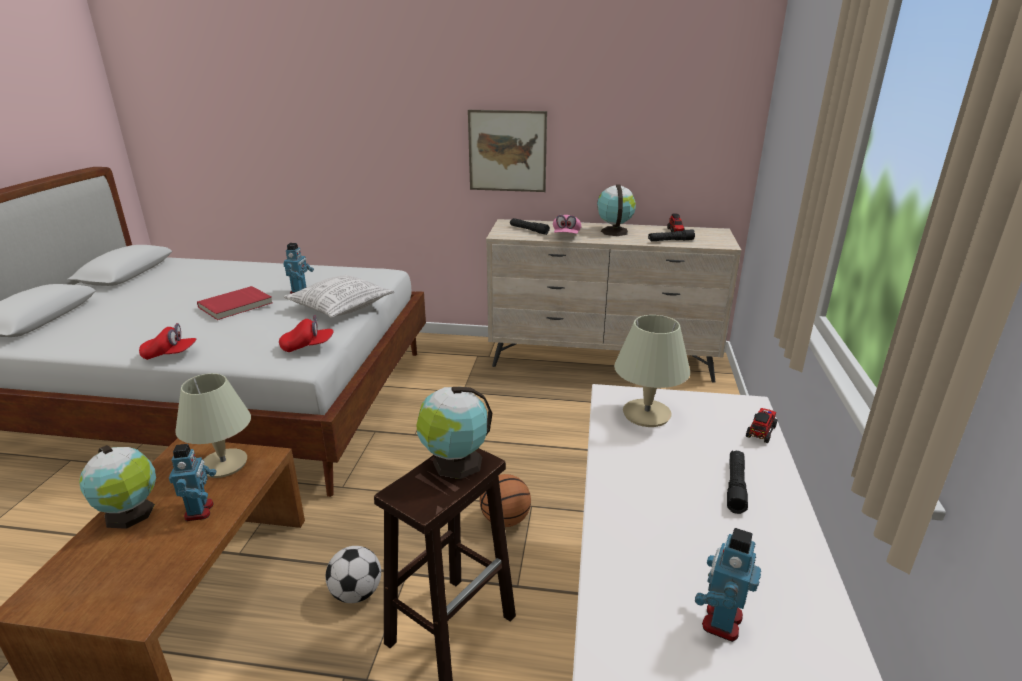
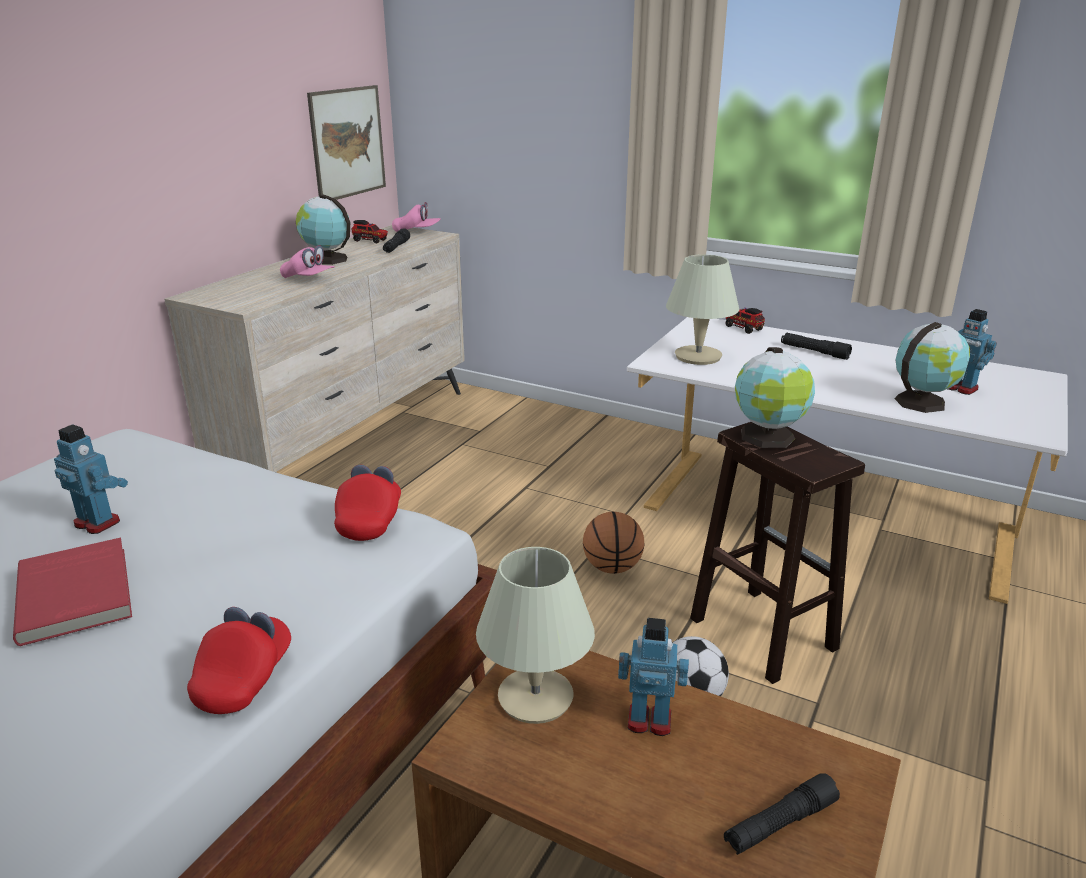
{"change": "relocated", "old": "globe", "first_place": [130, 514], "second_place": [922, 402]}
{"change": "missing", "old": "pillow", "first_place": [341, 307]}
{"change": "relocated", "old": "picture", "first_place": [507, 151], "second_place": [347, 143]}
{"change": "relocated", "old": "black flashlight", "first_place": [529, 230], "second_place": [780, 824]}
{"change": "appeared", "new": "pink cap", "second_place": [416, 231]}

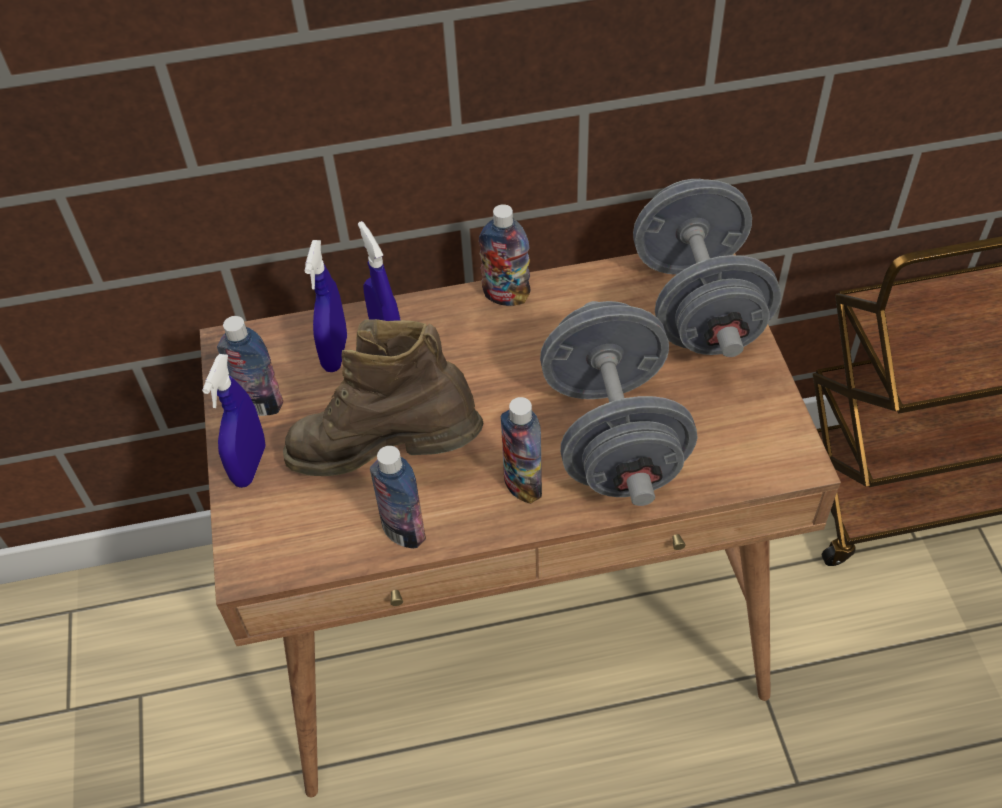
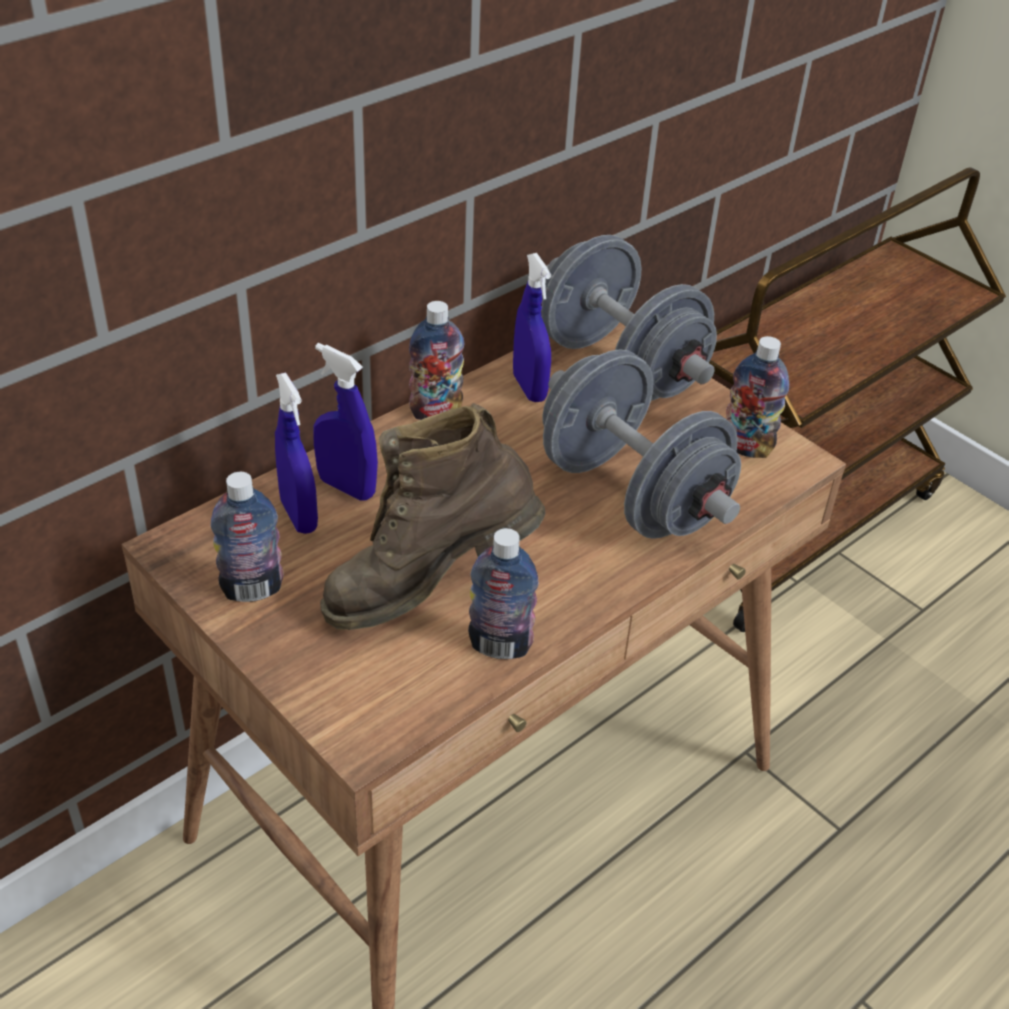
{"change": "relocated", "old": "blue spray bottle", "first_place": [250, 465], "second_place": [529, 388]}
{"change": "relocated", "old": "bottle", "first_place": [522, 484], "second_place": [746, 447]}

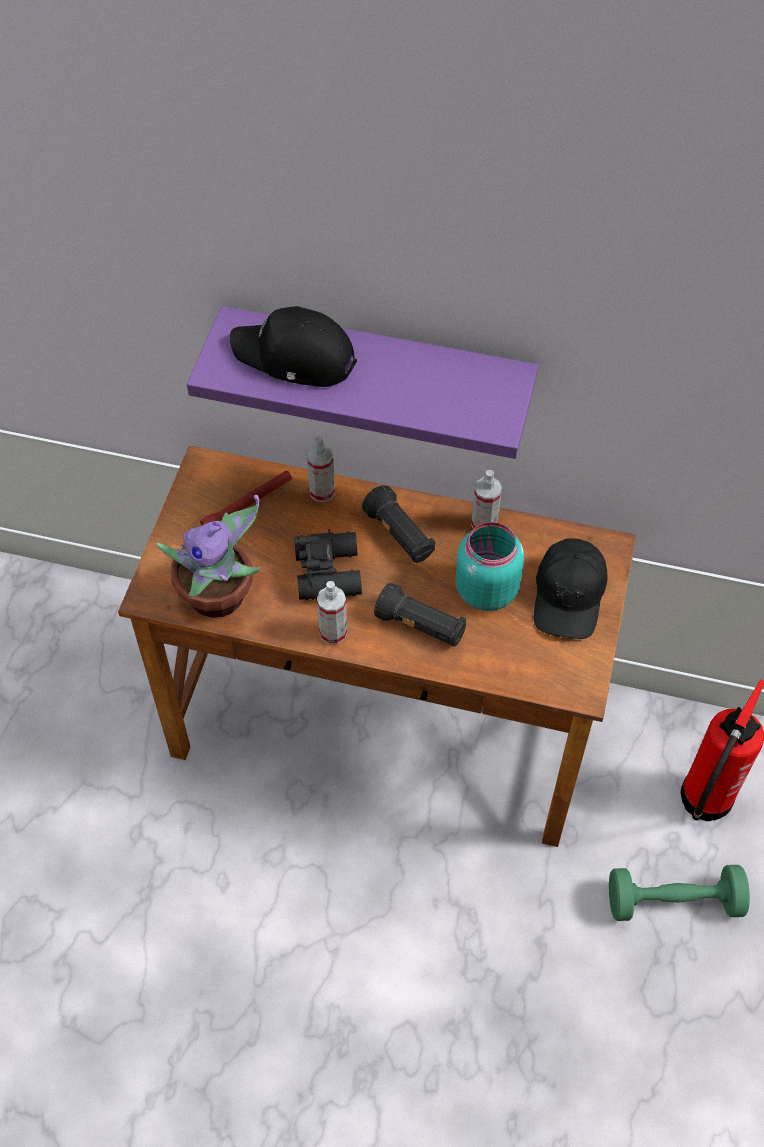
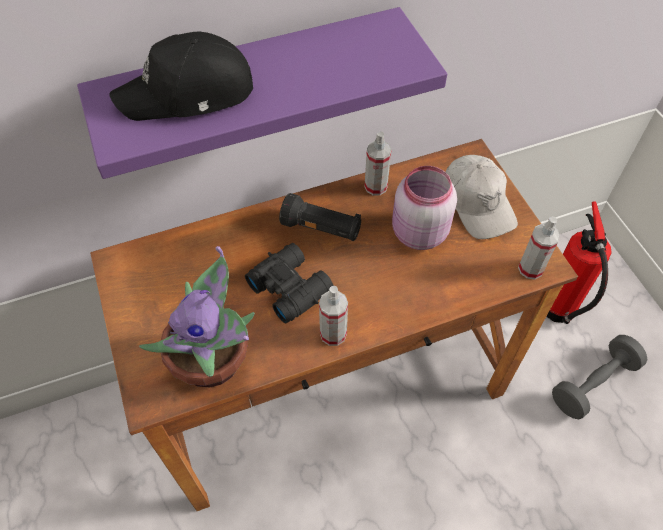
{"change": "missing", "old": "red flashlight", "first_place": [248, 505]}
{"change": "relocated", "old": "spray bottle", "first_place": [322, 491], "second_place": [530, 269]}
{"change": "missing", "old": "black flashlight", "first_place": [421, 626]}
{"change": "colour", "old": "turquoise jar", "new": "pink jar", "first_place": [484, 590], "second_place": [417, 233]}
{"change": "colour", "old": "black cap", "new": "white cap", "first_place": [569, 596], "second_place": [477, 203]}
{"change": "colour", "old": "green dumbbell", "new": "grey dumbbell", "first_place": [673, 901], "second_place": [593, 383]}

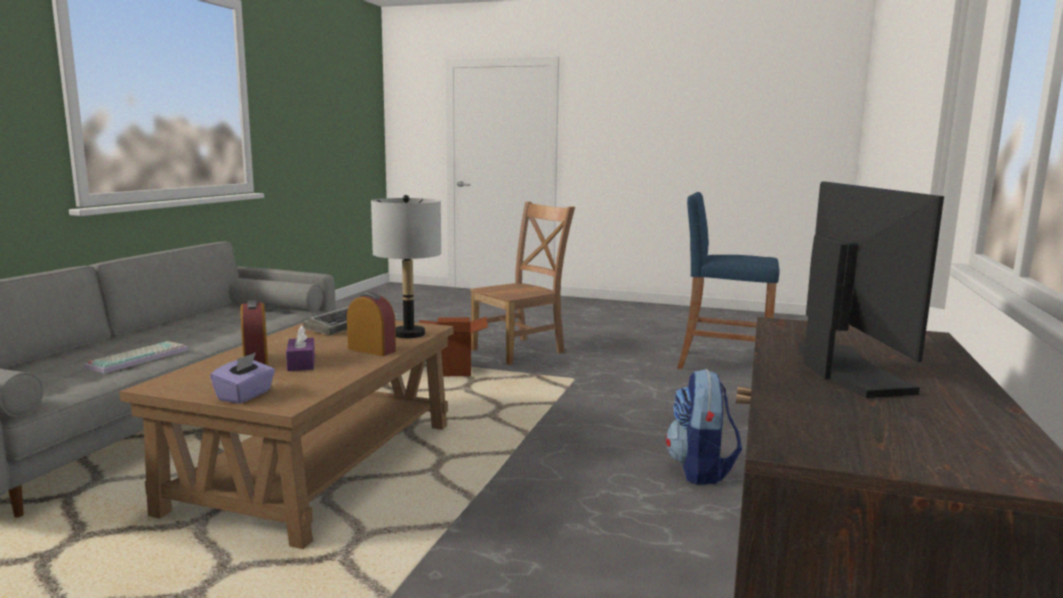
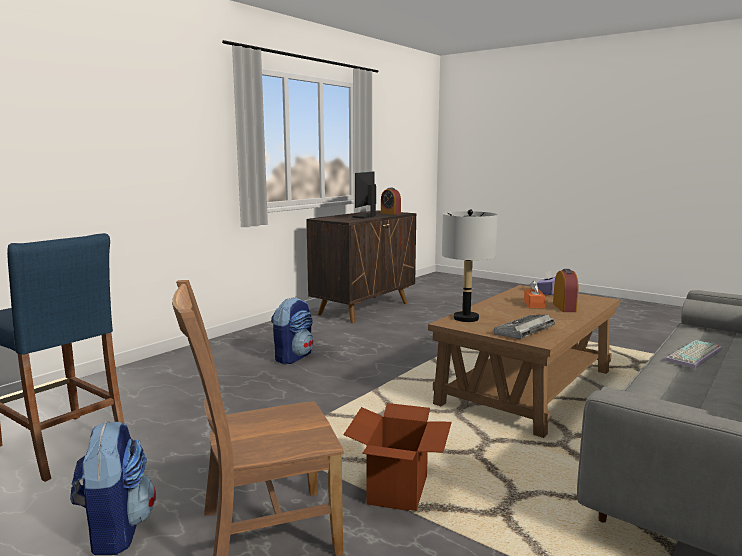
{"change": "colour", "old": "purple tissue box", "new": "orange tissue box", "first_place": [301, 363], "second_place": [534, 304]}
{"change": "relocated", "old": "alarm clock", "first_place": [371, 350], "second_place": [390, 213]}
{"change": "appeared", "new": "backpack", "second_place": [115, 530]}

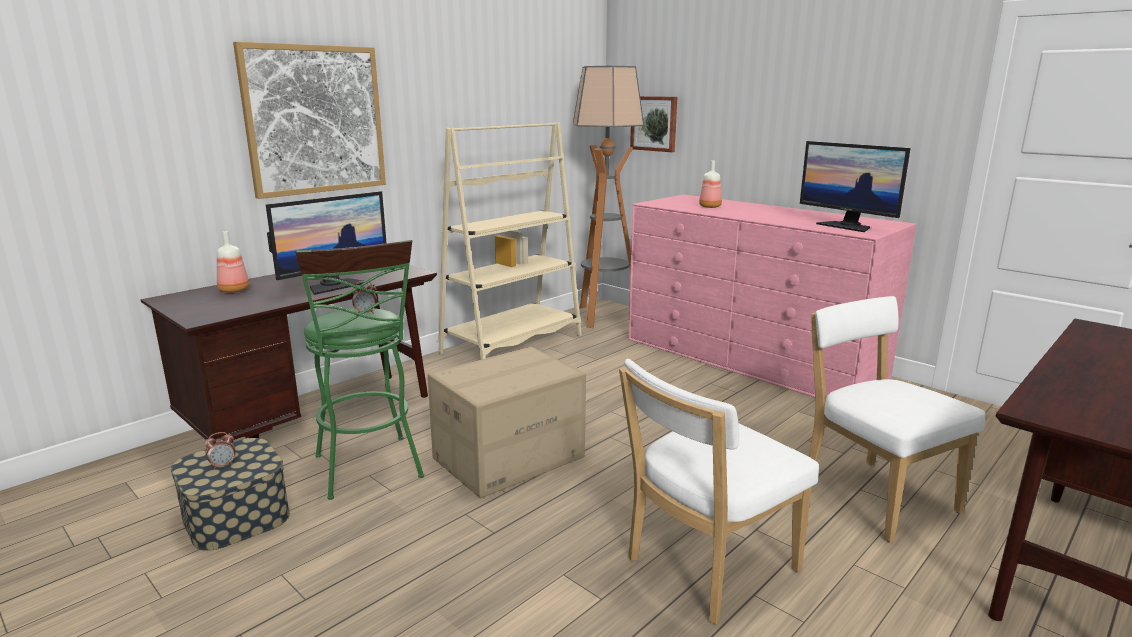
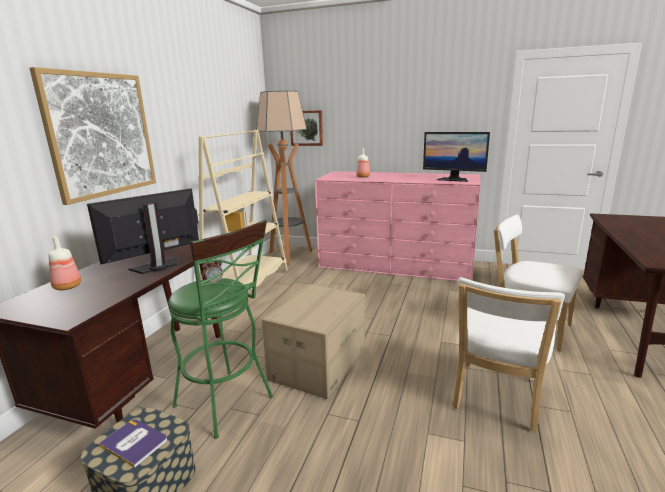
{"change": "exchanged", "old": "alarm clock", "new": "book", "first_place": [223, 465], "second_place": [134, 442]}
{"change": "spun", "old": "monitor", "first_place": [334, 285], "second_place": [157, 267], "degrees": -150}

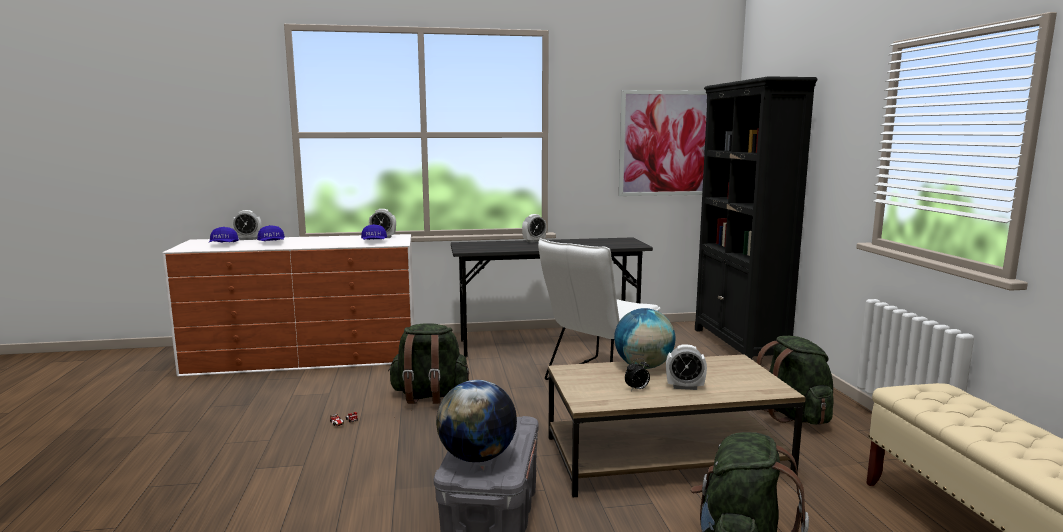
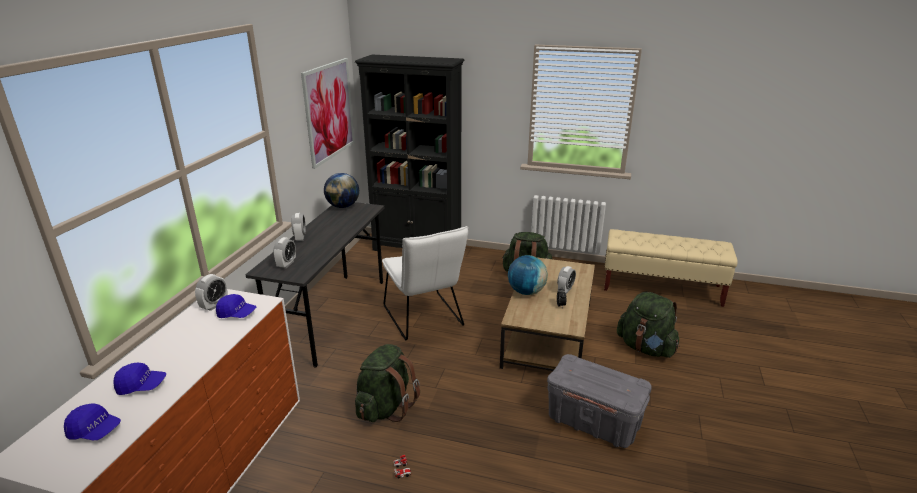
{"change": "relocated", "old": "alarm clock", "first_place": [248, 239], "second_place": [286, 264]}
{"change": "relocated", "old": "globe", "first_place": [477, 457], "second_place": [343, 206]}

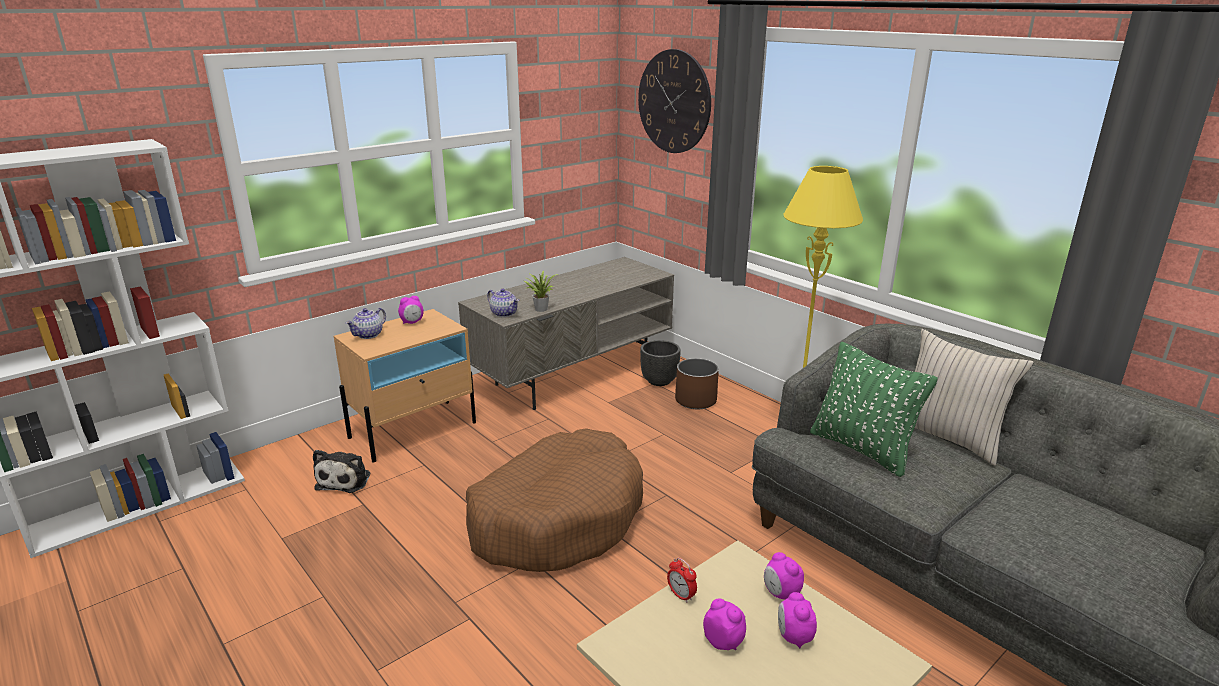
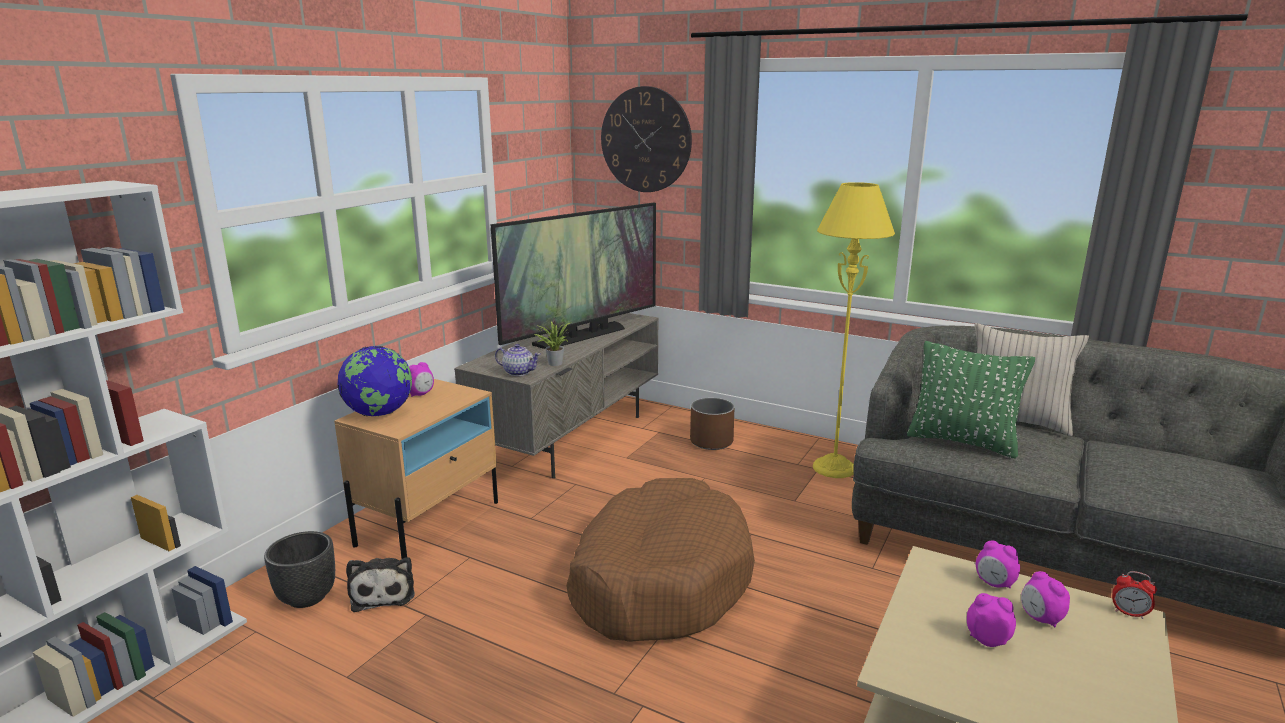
{"change": "exchanged", "old": "teapot", "new": "globe", "first_place": [369, 335], "second_place": [379, 413]}
{"change": "relocated", "old": "black planter", "first_place": [659, 381], "second_place": [307, 597]}
{"change": "relocated", "old": "alarm clock", "first_place": [681, 595], "second_place": [1129, 613]}
{"change": "appeared", "new": "television", "second_place": [581, 336]}

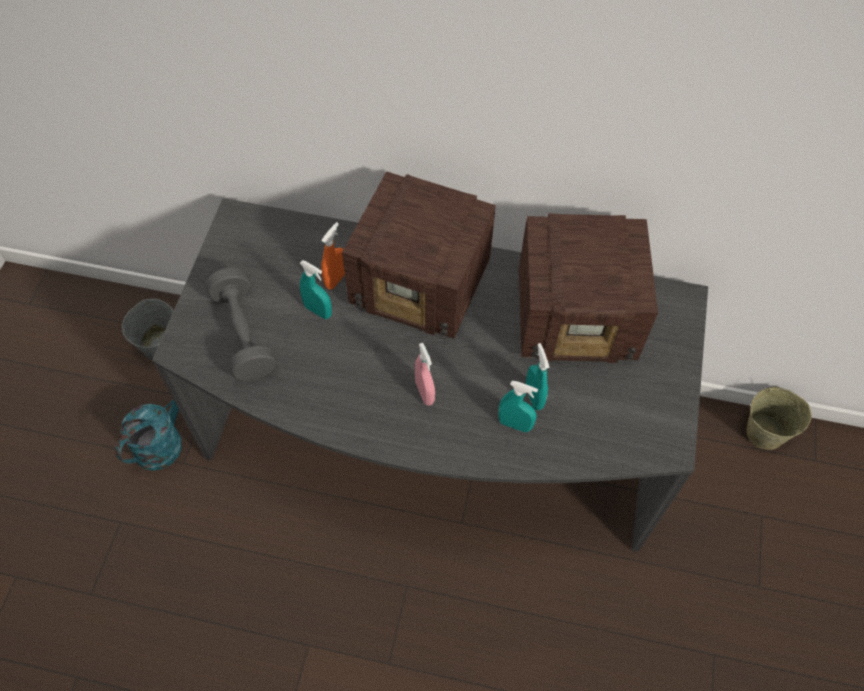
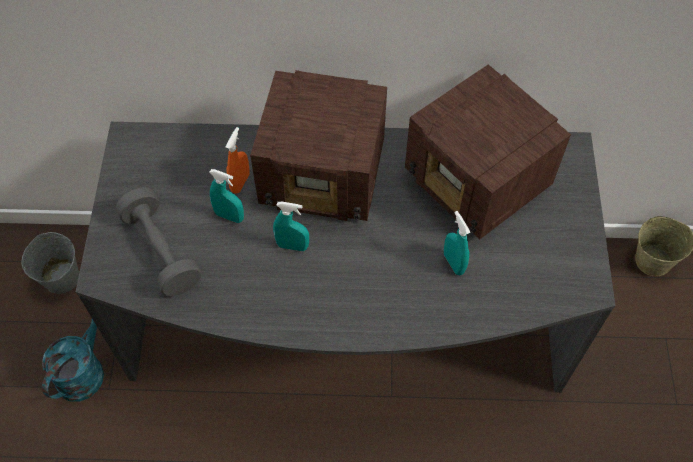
{"change": "missing", "old": "pink spray bottle", "first_place": [424, 393]}
{"change": "relocated", "old": "turquoise spray bottle", "first_place": [515, 424], "second_place": [292, 246]}
{"change": "spun", "old": "radio", "first_place": [578, 318], "second_place": [478, 182], "degrees": 60}

